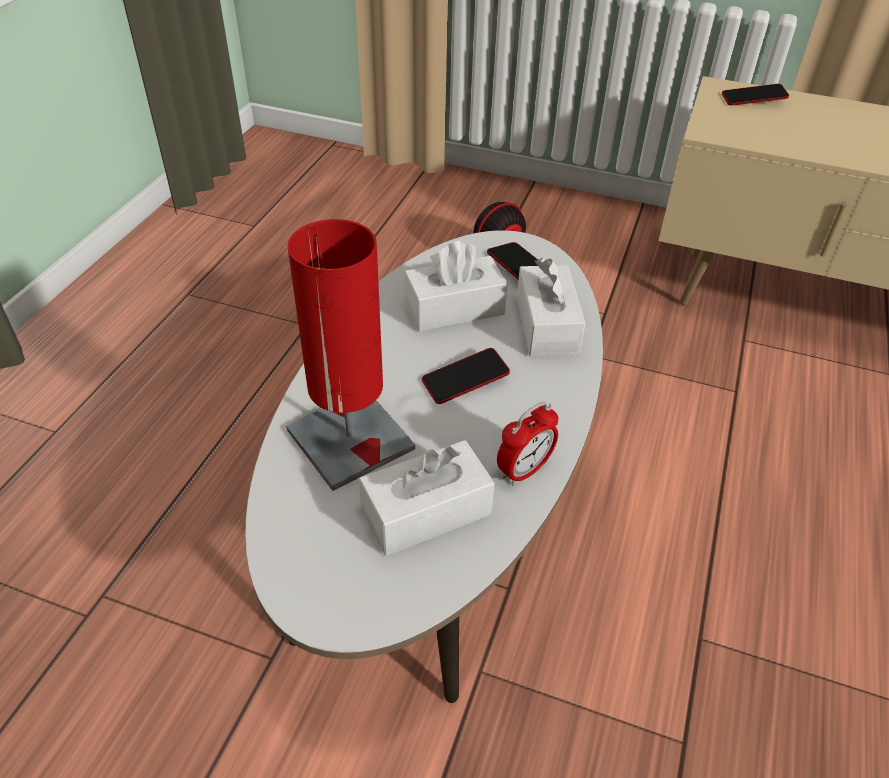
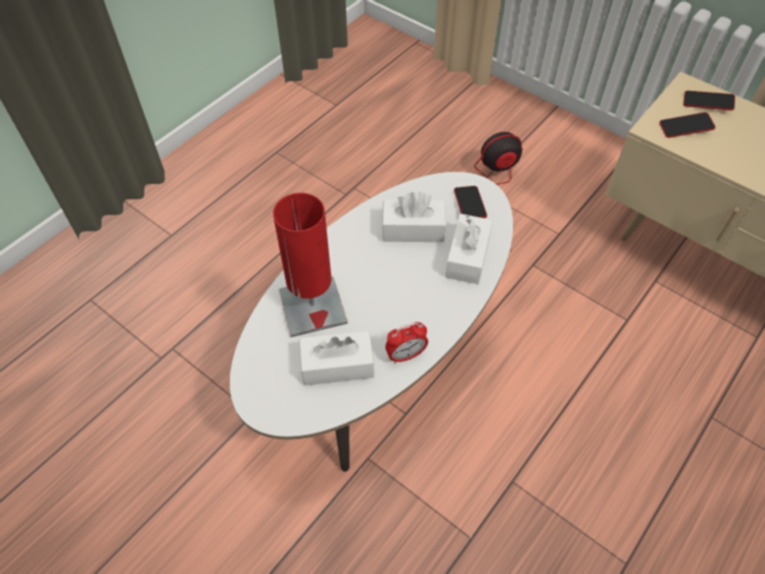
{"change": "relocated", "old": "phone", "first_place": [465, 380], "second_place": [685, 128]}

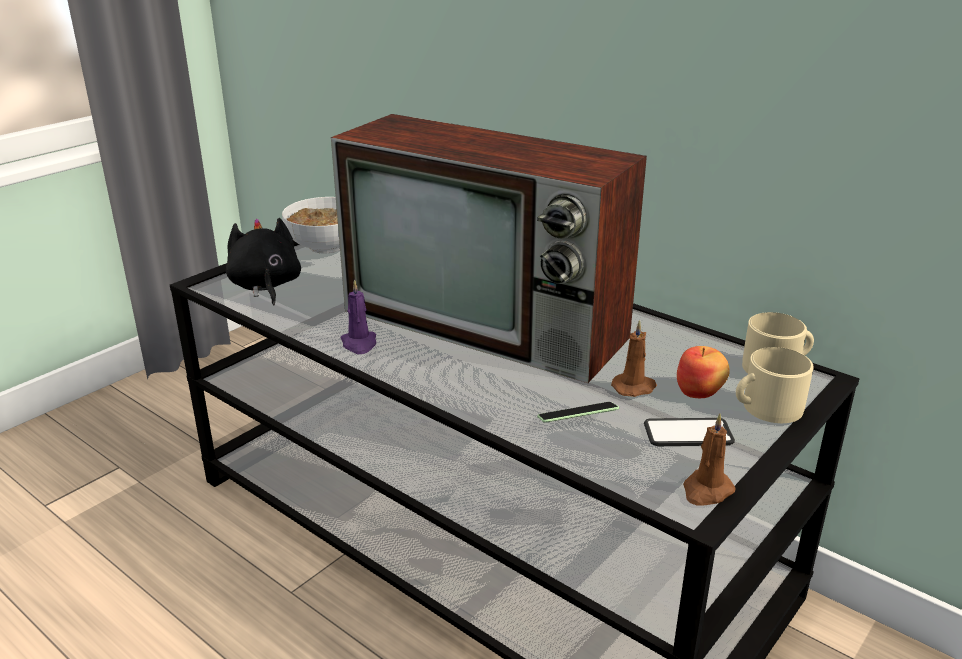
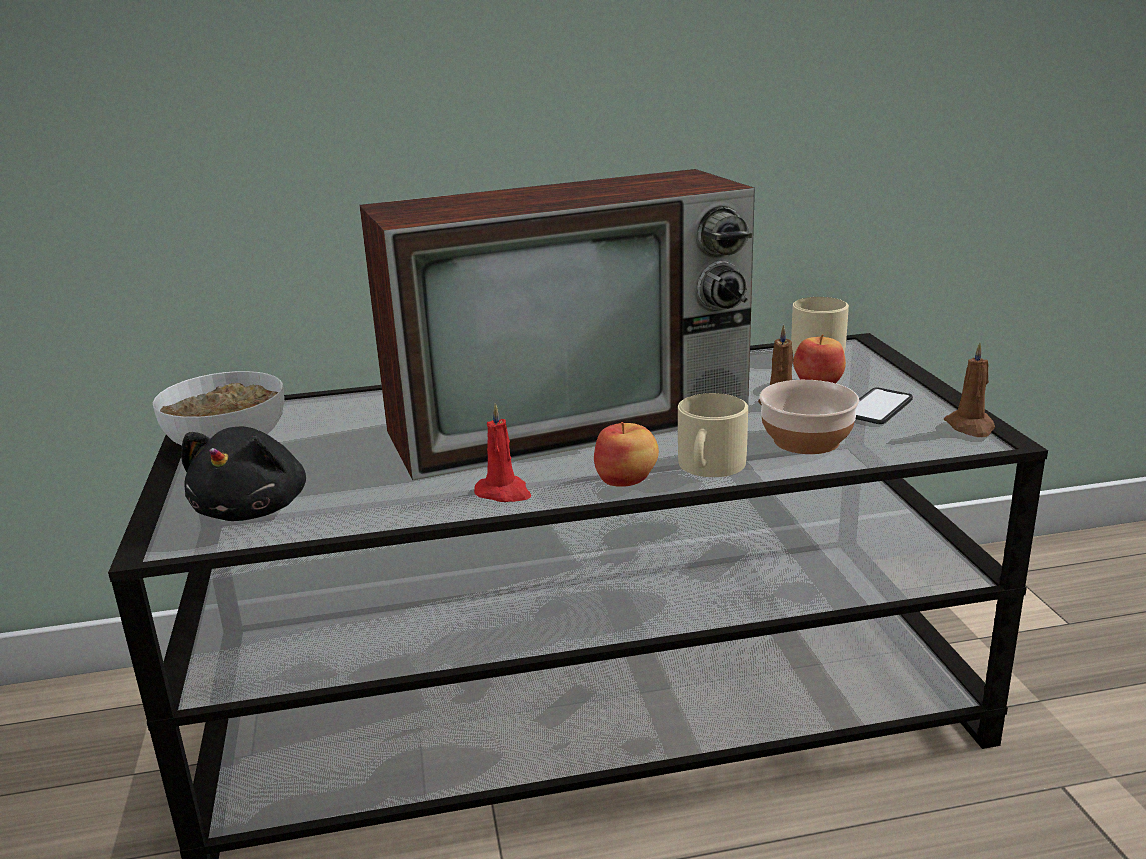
{"change": "spun", "old": "black plush toy", "first_place": [265, 286], "second_place": [254, 509], "degrees": -105}
{"change": "colour", "old": "purple candle", "new": "red candle", "first_place": [359, 344], "second_place": [504, 493]}
{"change": "exchanged", "old": "phone", "new": "bowl", "first_place": [577, 421], "second_place": [807, 440]}
{"change": "relocated", "old": "beige mug", "first_place": [766, 408], "second_place": [709, 466]}
{"change": "appeared", "new": "apple", "second_place": [627, 480]}

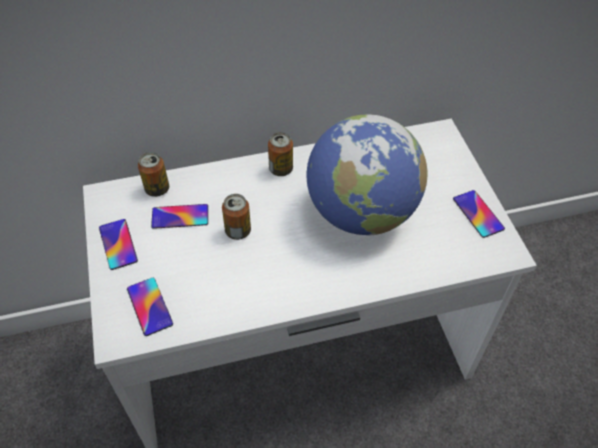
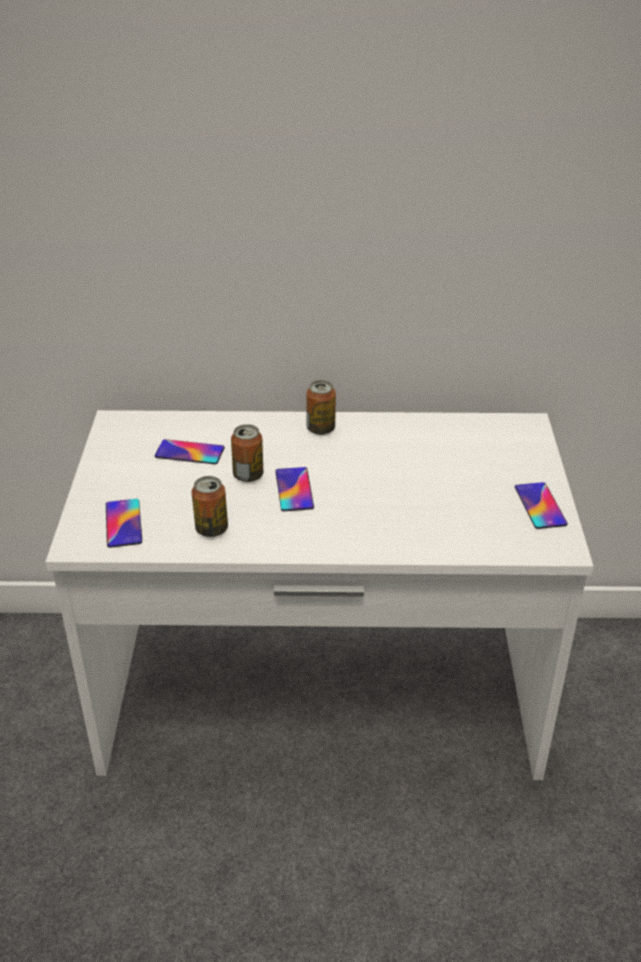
{"change": "relocated", "old": "phone", "first_place": [118, 244], "second_place": [294, 489]}
{"change": "relocated", "old": "can", "first_place": [157, 189], "second_place": [211, 529]}
{"change": "missing", "old": "globe", "first_place": [361, 213]}

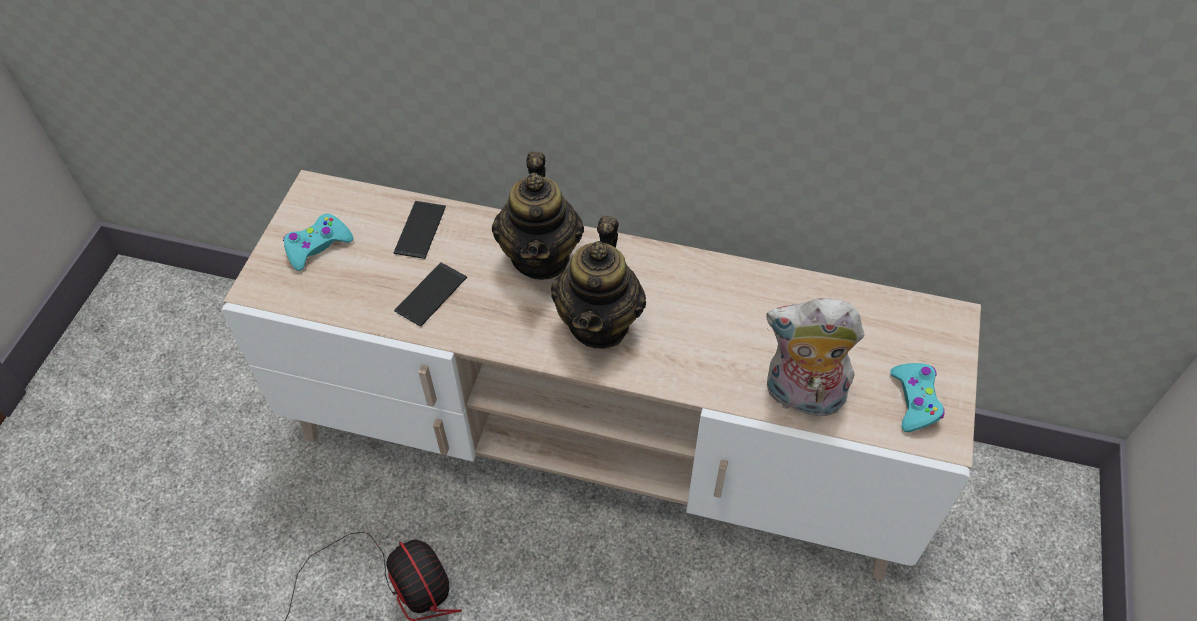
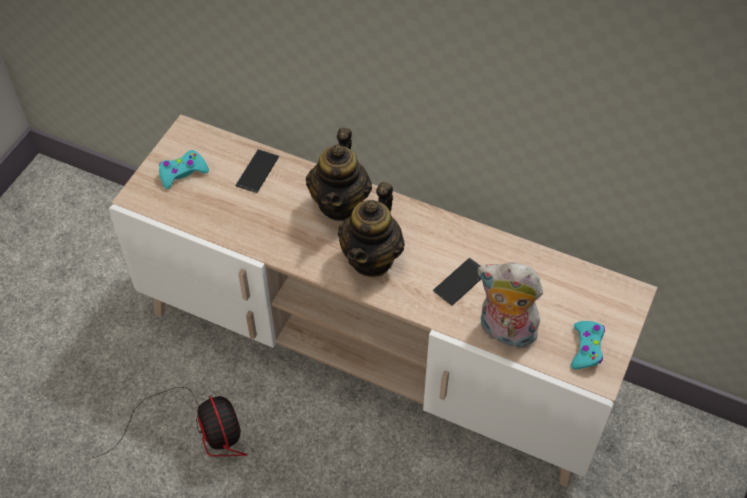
{"change": "relocated", "old": "phone", "first_place": [431, 294], "second_place": [460, 281]}

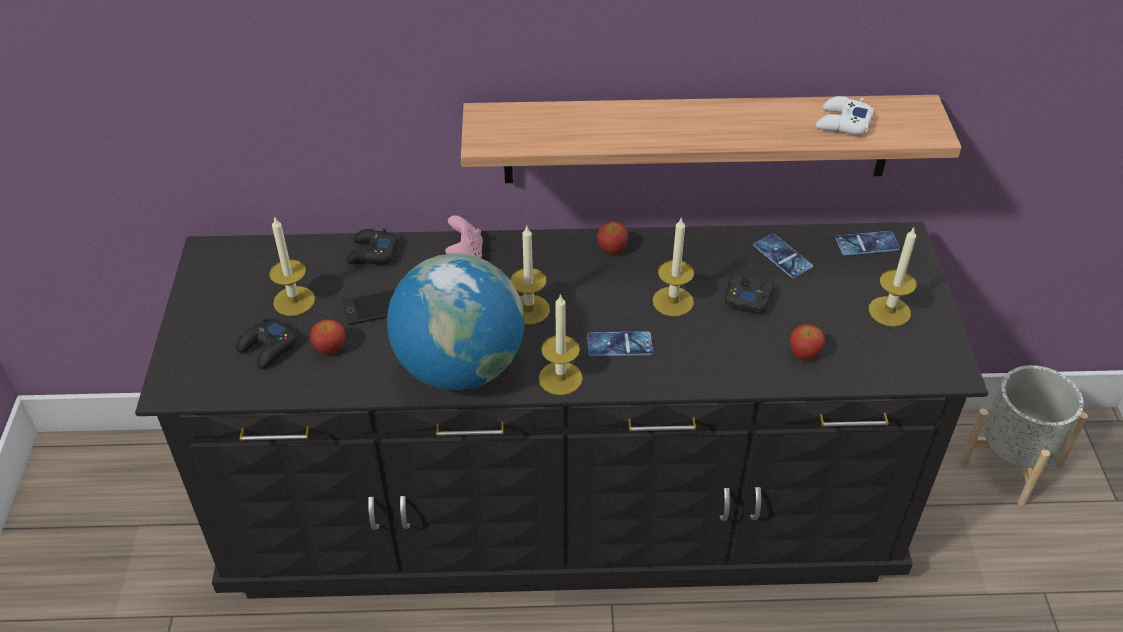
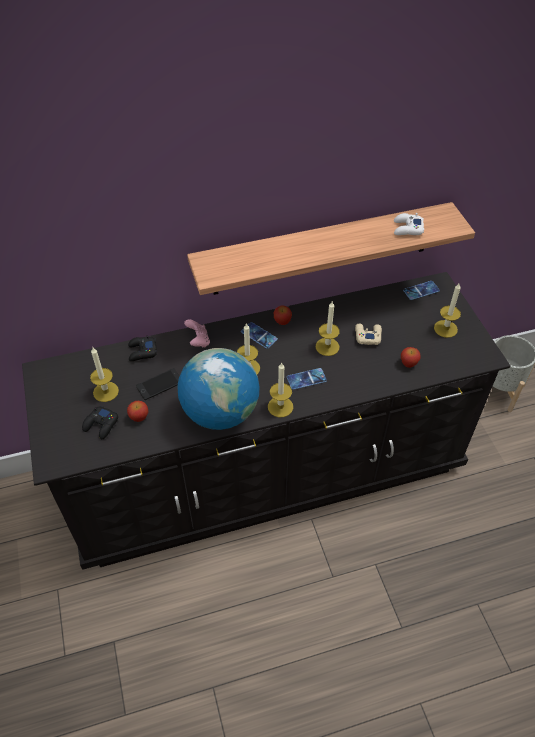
{"change": "colour", "old": "black game controller", "new": "beige game controller", "first_place": [747, 297], "second_place": [367, 336]}
{"change": "relocated", "old": "phone", "first_place": [782, 256], "second_place": [259, 335]}

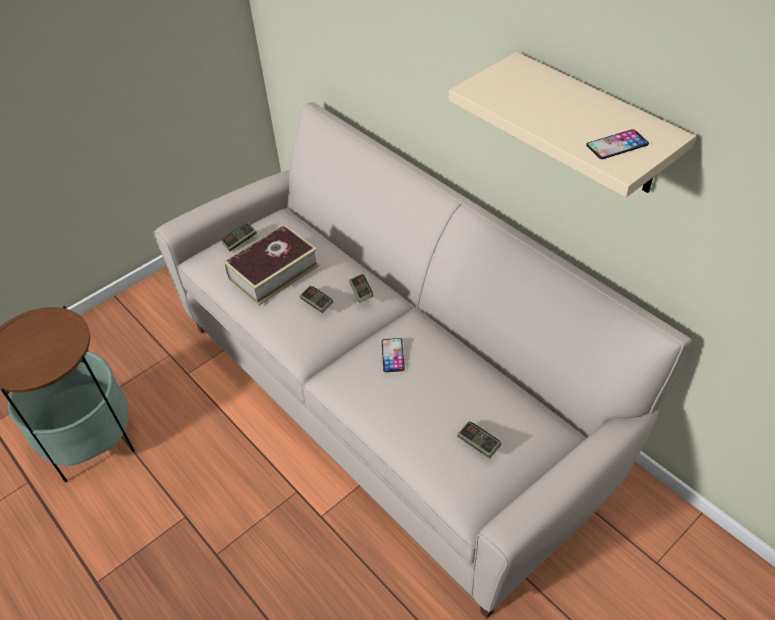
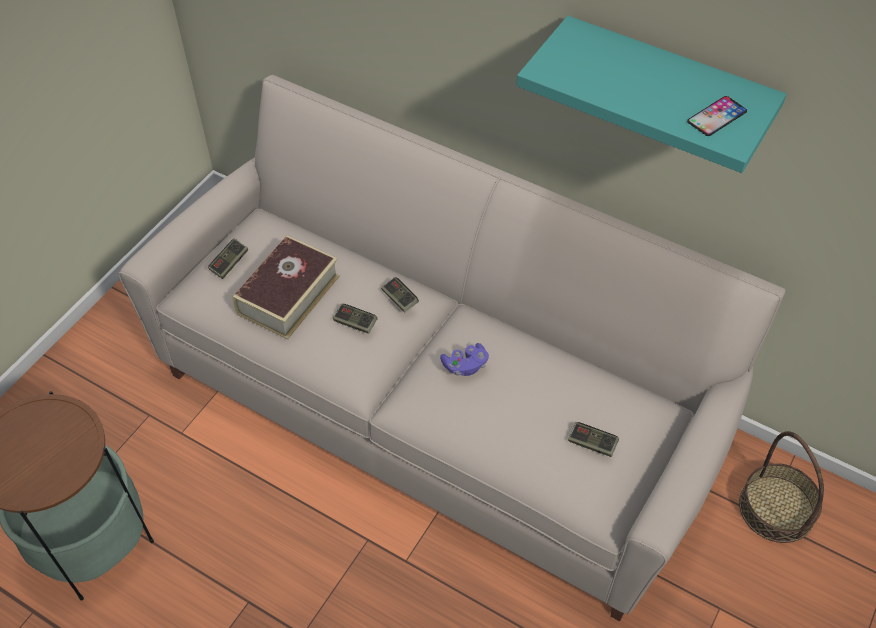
{"change": "exchanged", "old": "phone", "new": "purple game controller", "first_place": [393, 355], "second_place": [465, 366]}
{"change": "colour", "old": "beige shelf", "new": "turquoise shelf", "first_place": [593, 126], "second_place": [665, 87]}
{"change": "appeared", "new": "basket", "second_place": [776, 508]}

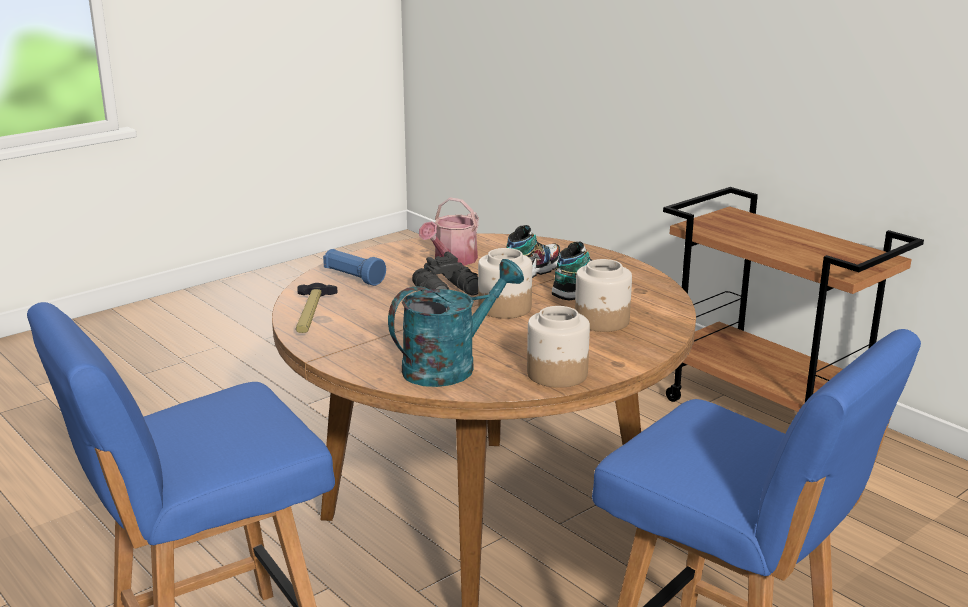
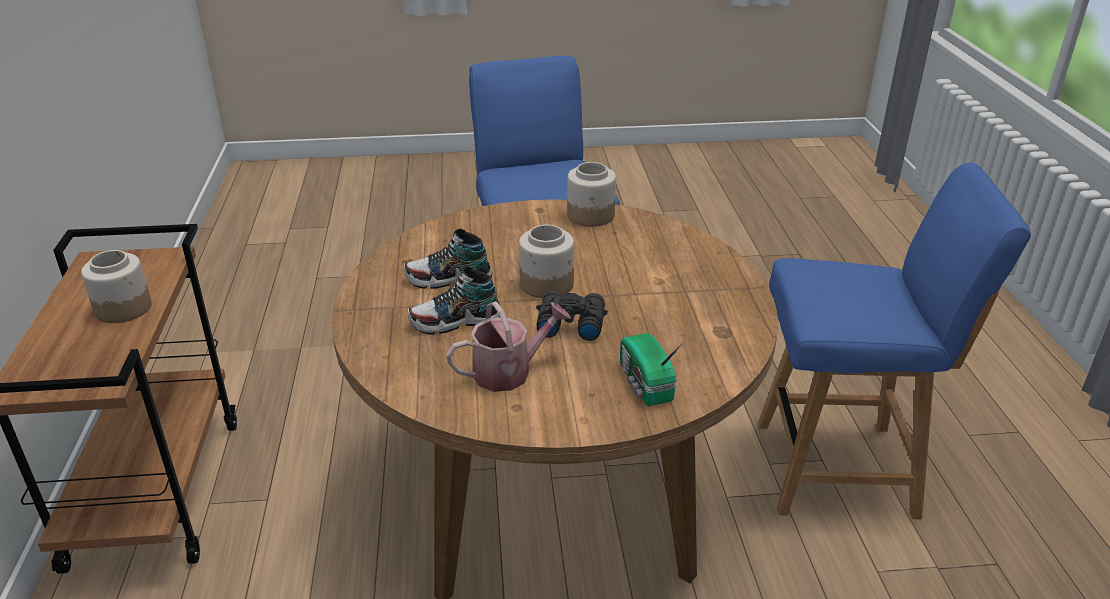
{"change": "missing", "old": "hammer", "first_place": [311, 314]}
{"change": "exchanged", "old": "blue flashlight", "new": "radio", "first_place": [353, 277], "second_place": [644, 384]}
{"change": "missing", "old": "turquoise watering can", "first_place": [450, 366]}
{"change": "relocated", "old": "jar", "first_place": [602, 321], "second_place": [124, 308]}

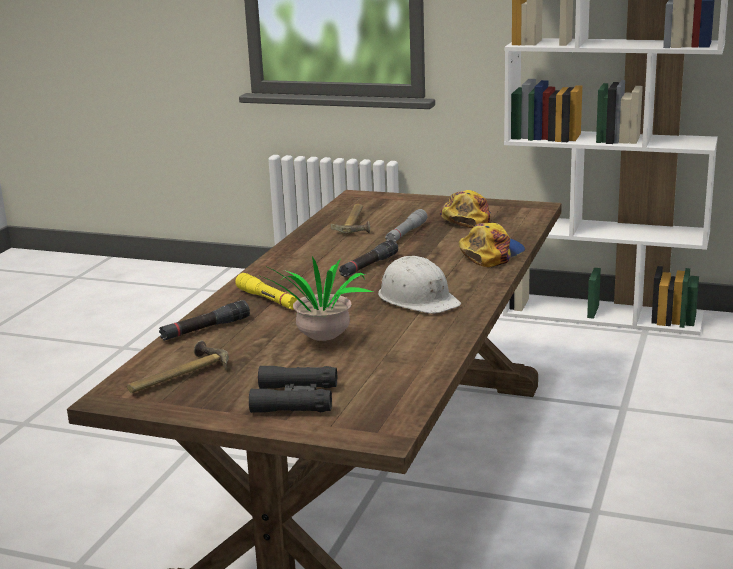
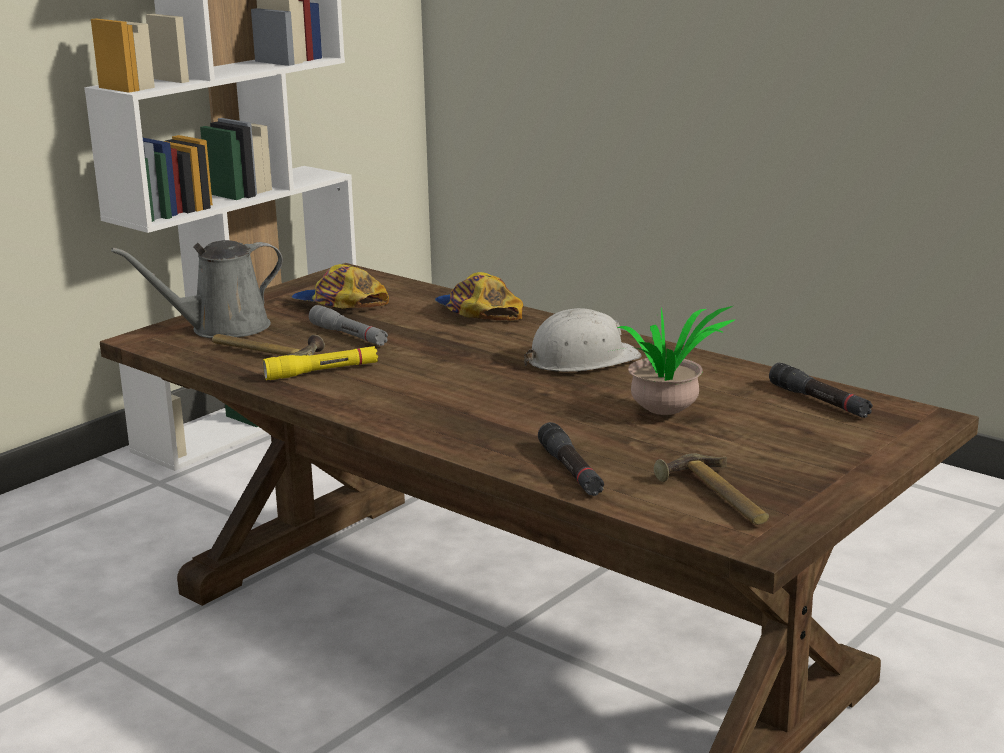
{"change": "relocated", "old": "yellow flashlight", "first_place": [268, 299], "second_place": [322, 372]}
{"change": "missing", "old": "black binoculars", "first_place": [295, 399]}
{"change": "relocated", "old": "black flashlight", "first_place": [368, 266], "second_place": [819, 401]}
{"change": "appeared", "new": "grey watering can", "second_place": [222, 328]}

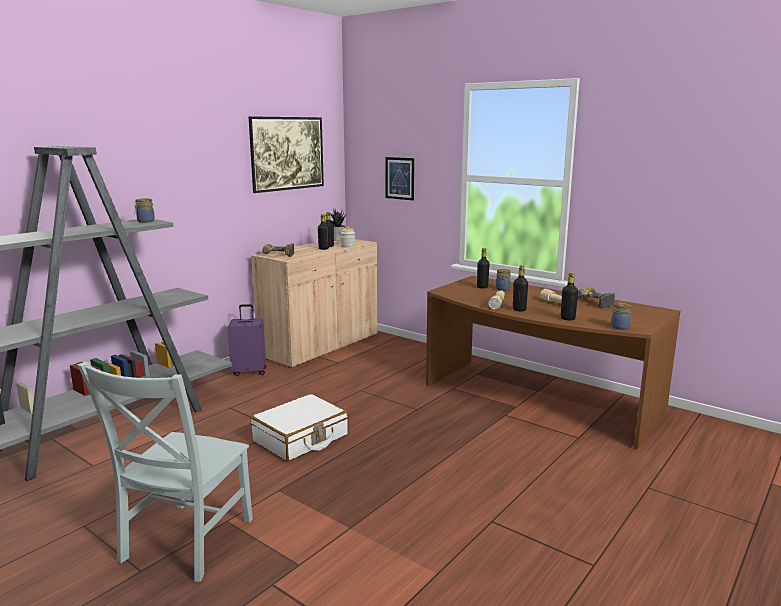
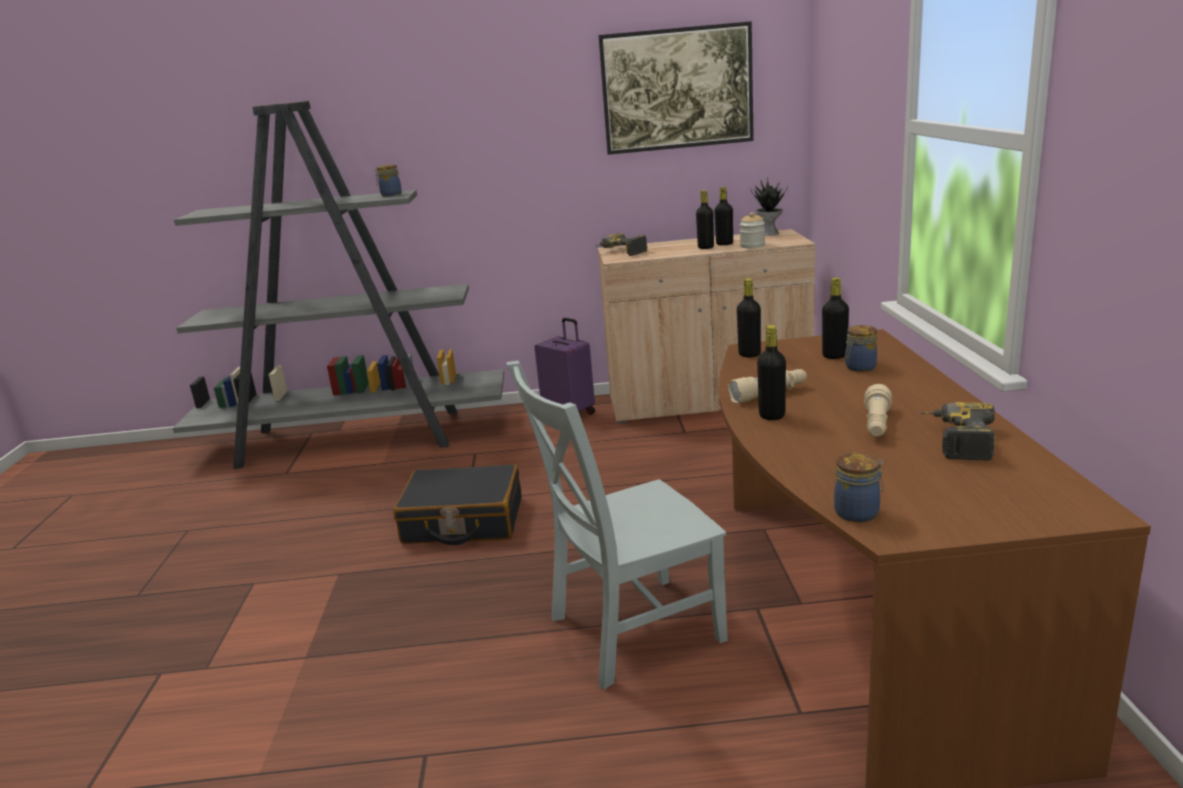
{"change": "relocated", "old": "grey chair", "first_place": [184, 543], "second_place": [628, 631]}
{"change": "colour", "old": "white suitcase", "new": "black suitcase", "first_place": [301, 438], "second_place": [463, 521]}
{"change": "missing", "old": "picture", "first_place": [399, 178]}
{"change": "relocated", "old": "black bottle", "first_place": [567, 318], "second_place": [749, 354]}

